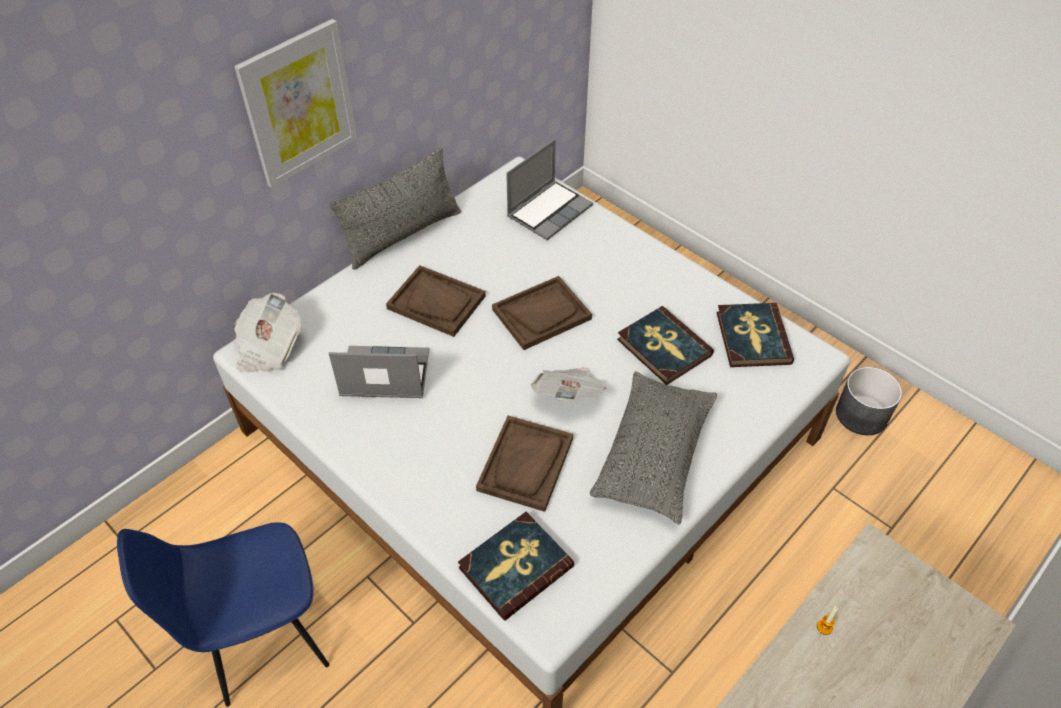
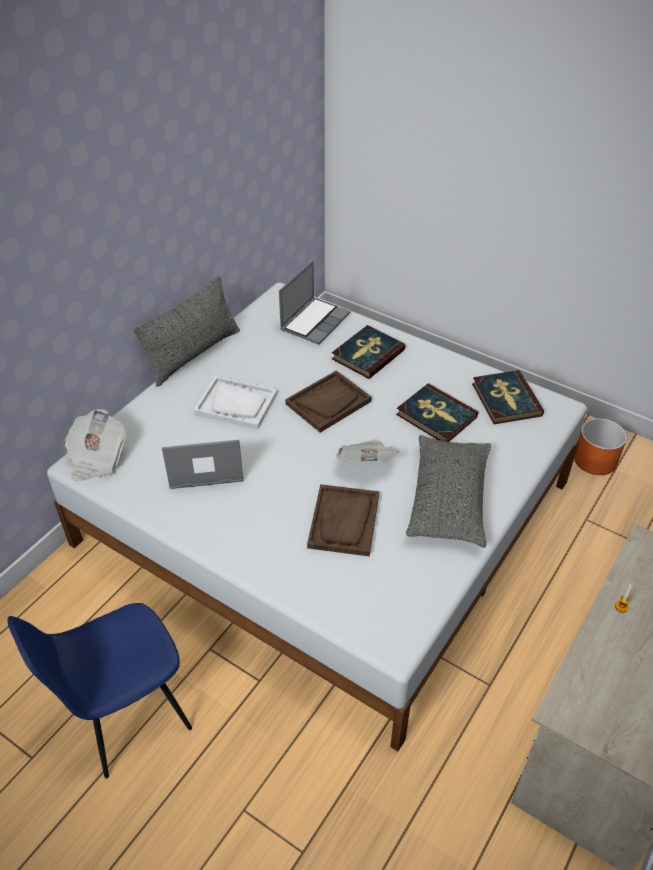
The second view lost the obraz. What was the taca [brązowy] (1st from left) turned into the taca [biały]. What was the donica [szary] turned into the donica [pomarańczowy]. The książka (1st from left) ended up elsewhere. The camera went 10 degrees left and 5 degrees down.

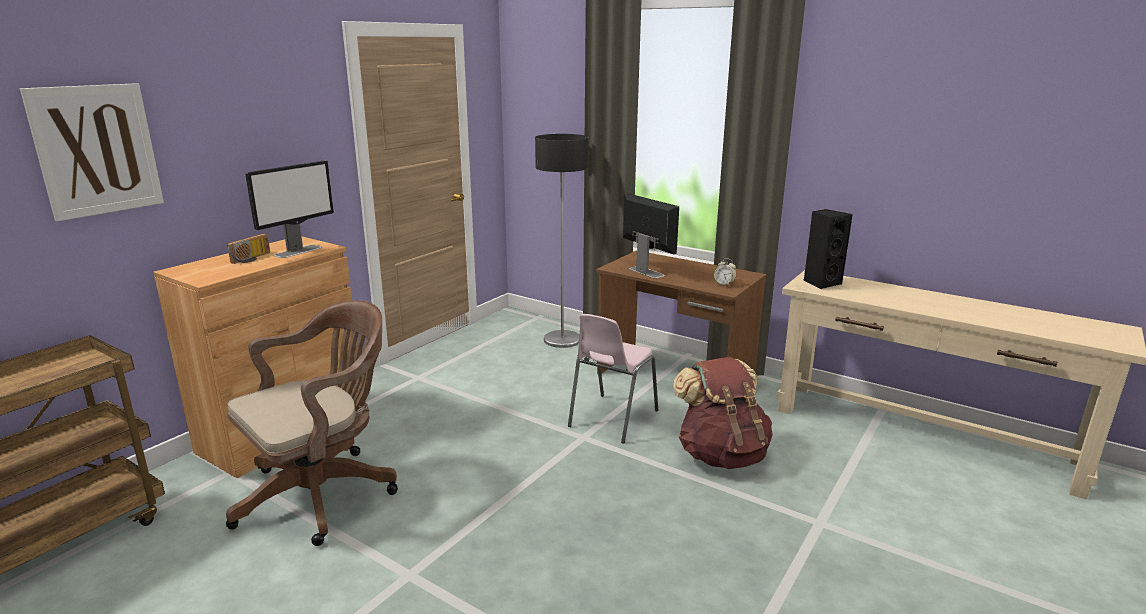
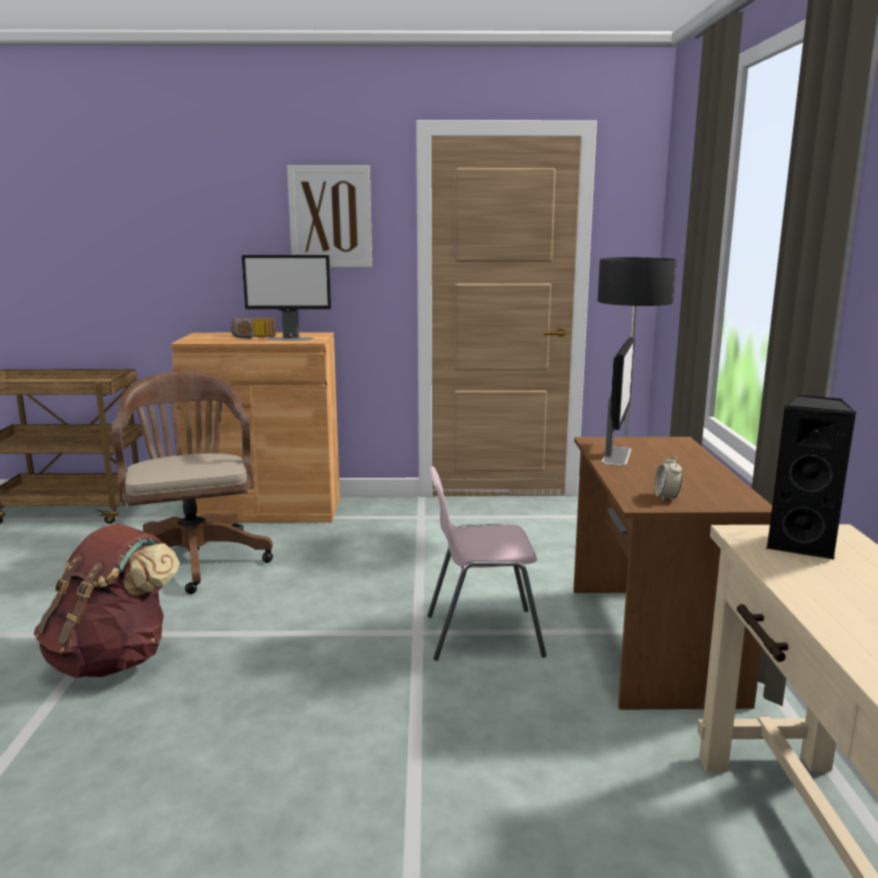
The obraz ended up elsewhere. The krzesło biurowe [brązowy] ended up facing another way, 120 degrees counterclockwise from before. The plecak [brązowy] ended up elsewhere. The camera went 55 degrees right and 5 degrees down.

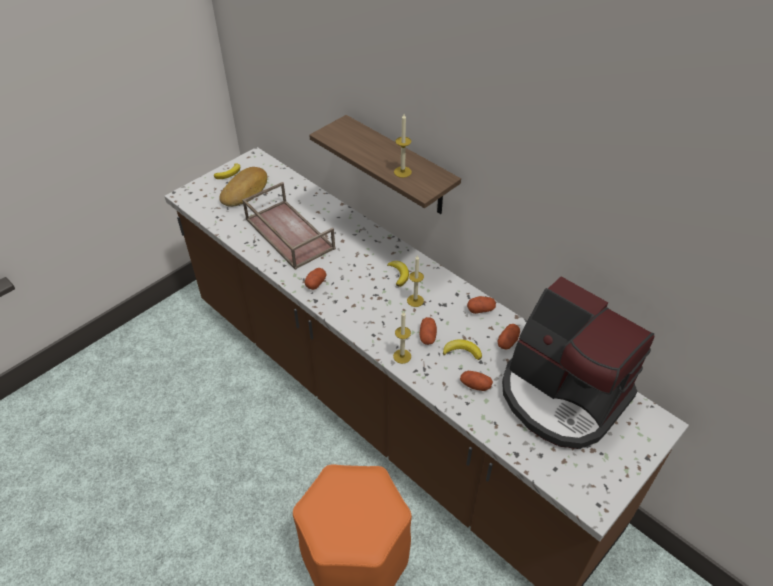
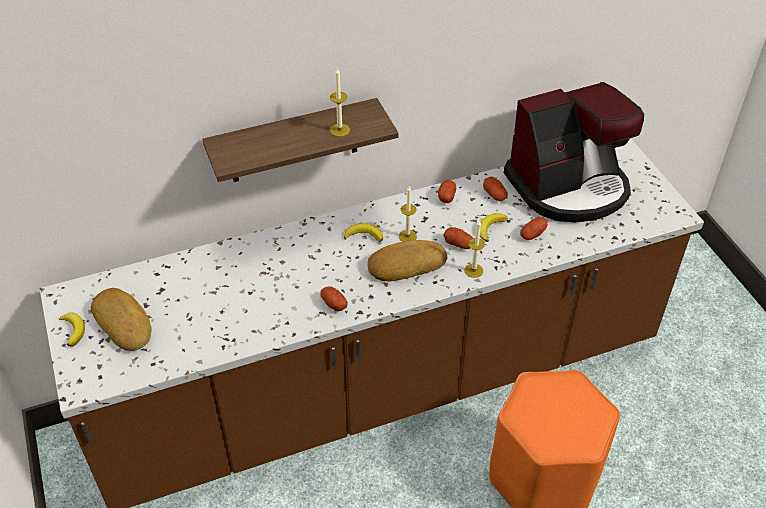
The second view lost the taca [brązowy]. The second view gained the chleb (2nd from left). The camera went 65 degrees left and 0 degrees up.

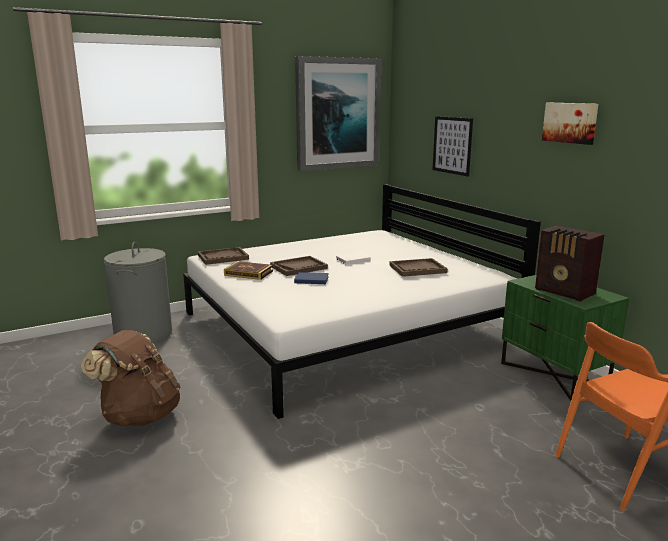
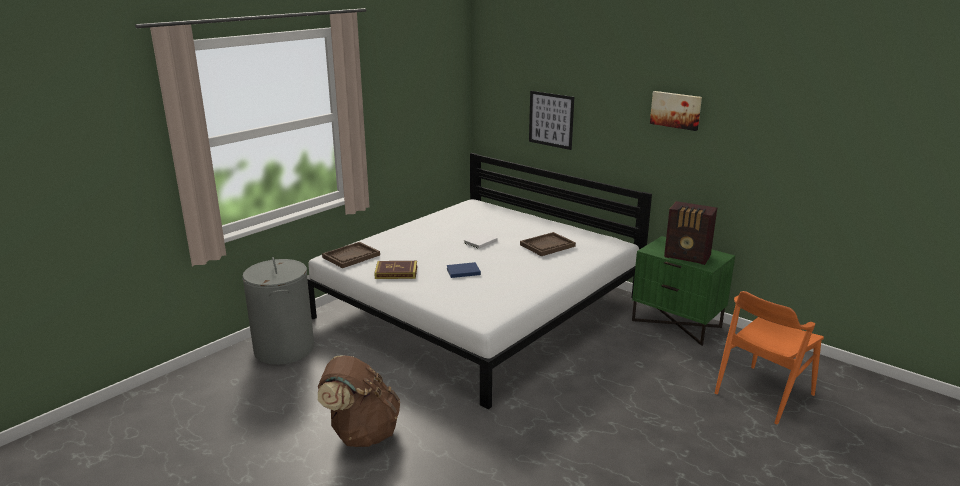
The second view lost the obraz (1st from left). The second view lost the taca [brązowy] (2nd from left). The camera went 20 degrees left and 5 degrees up.

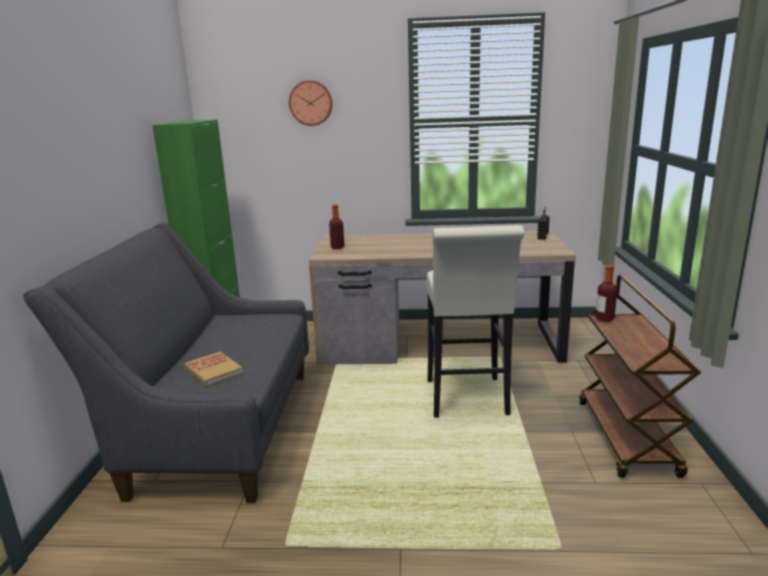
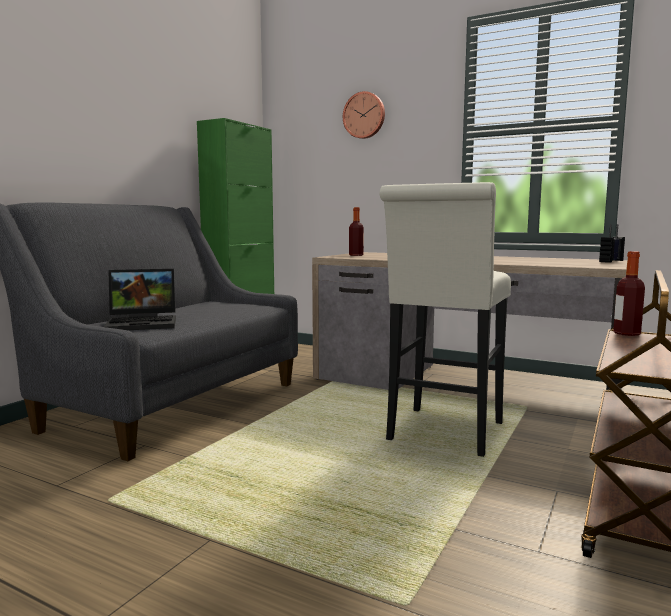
Where the książka stood, the laptop came to stand. The camera went 25 degrees right and 10 degrees down.

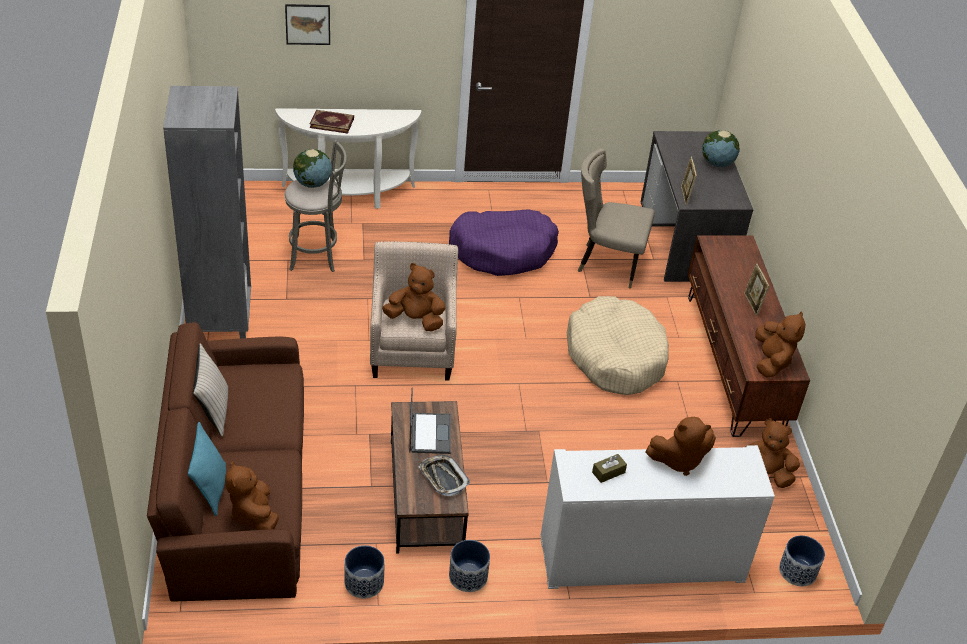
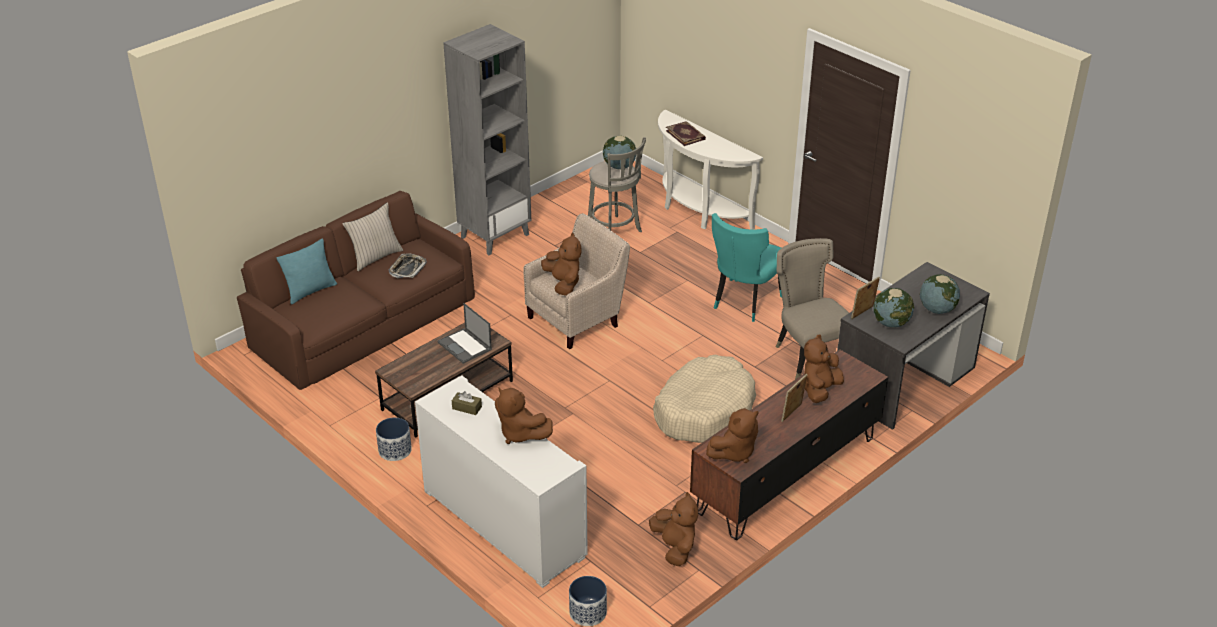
The second view lost the obraz. Where the legowisko [fioletowy] stood, the krzesło [turkusowy] came to stand. The laptop ended up facing another way, 90 degrees clockwise from before. The taca ended up elsewhere. The pluszak [brązowy] (1st from left in the first image) ended up elsewhere. The second view lost the donica (1st from left). The second view gained the globus (2nd from left). The camera went 55 degrees right and 5 degrees down.

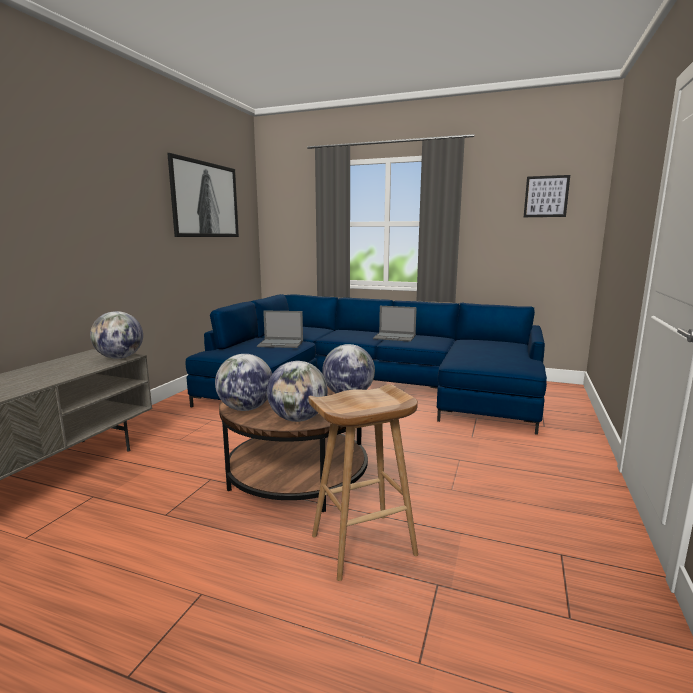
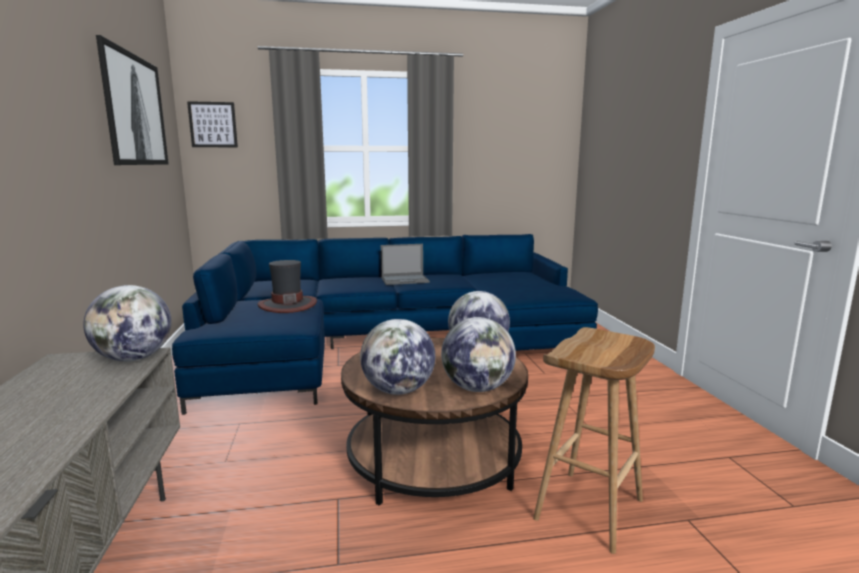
The obraz (2nd from left) ended up elsewhere. Where the laptop (1st from left) stood, the kapelusz came to stand. The camera went 30 degrees left and 0 degrees up.

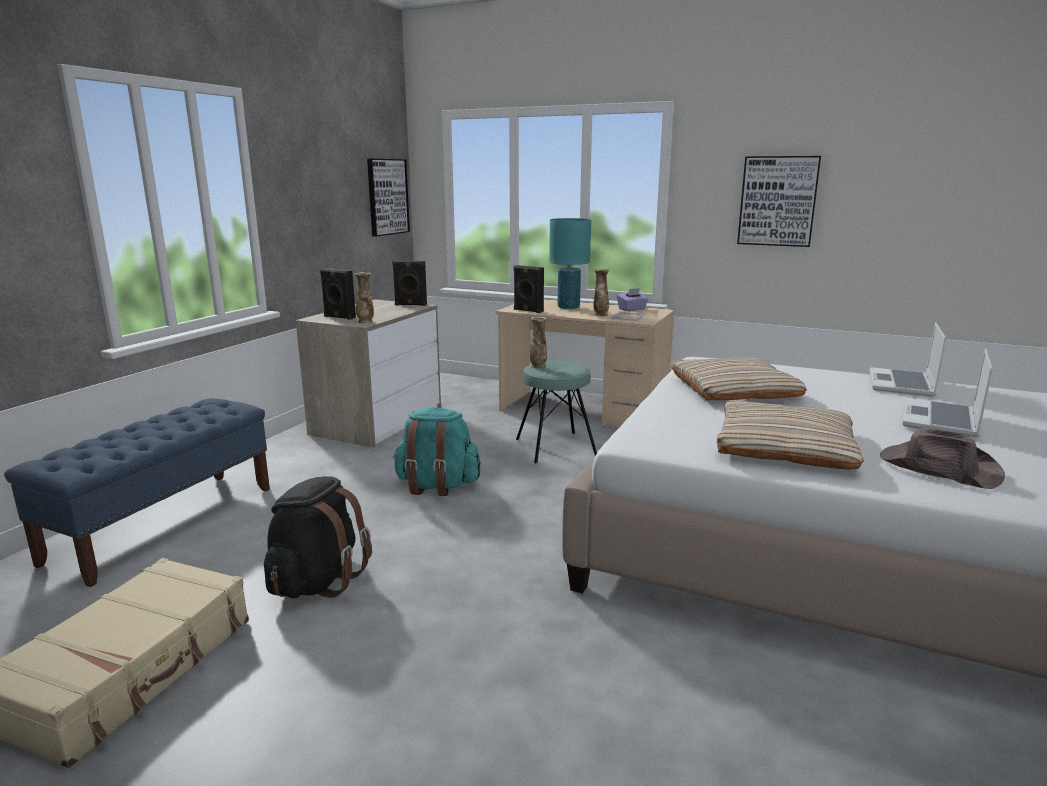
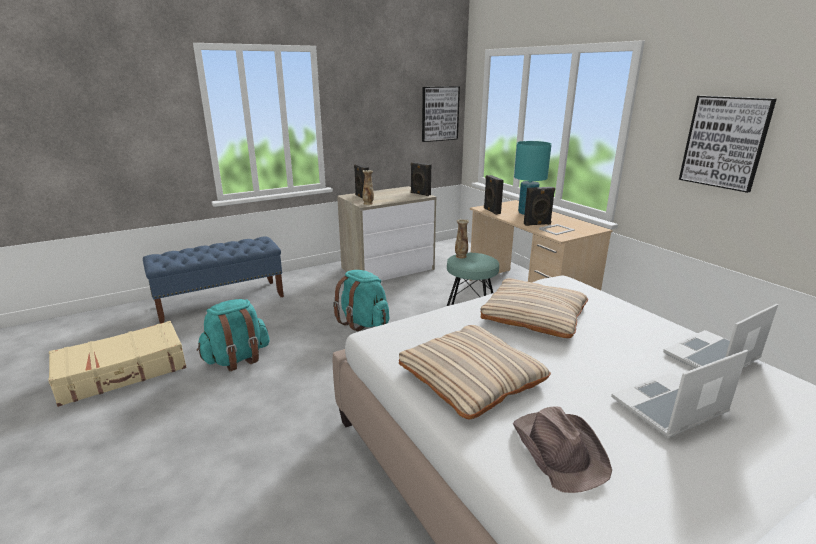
Where the wazon (3rd from left) stood, the głośnik [czarny] (4th from left) came to stand. The second view lost the pudełko chusteczek [fioletowy]. What was the plecak [czarny] turned into the plecak [turkusowy] (1st from left). The camera went 35 degrees right and 5 degrees up.

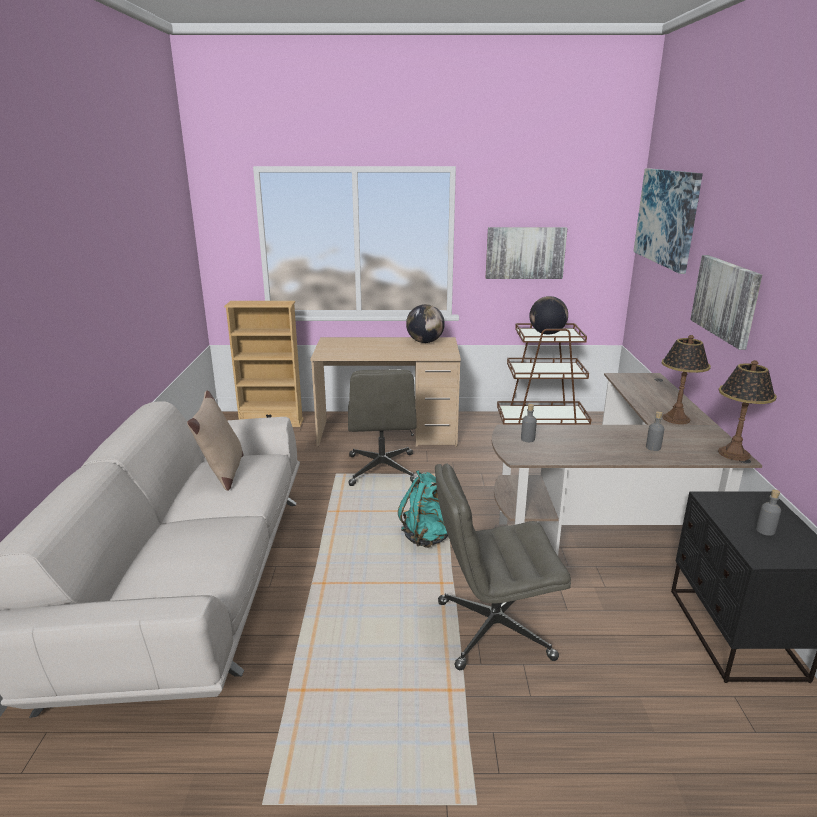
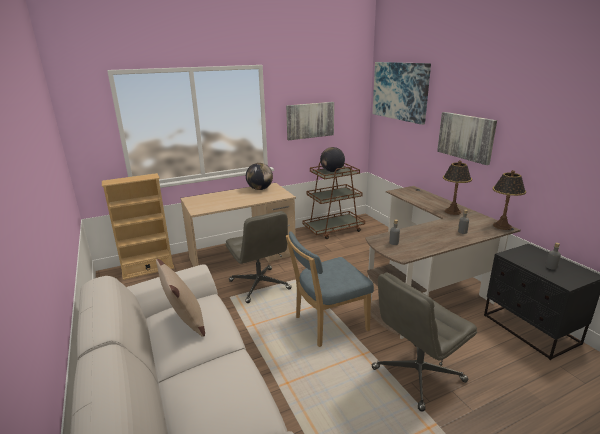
Where the plecak [turkusowy] stood, the krzesło [niebieski] came to stand. The camera went 25 degrees left and 0 degrees up.

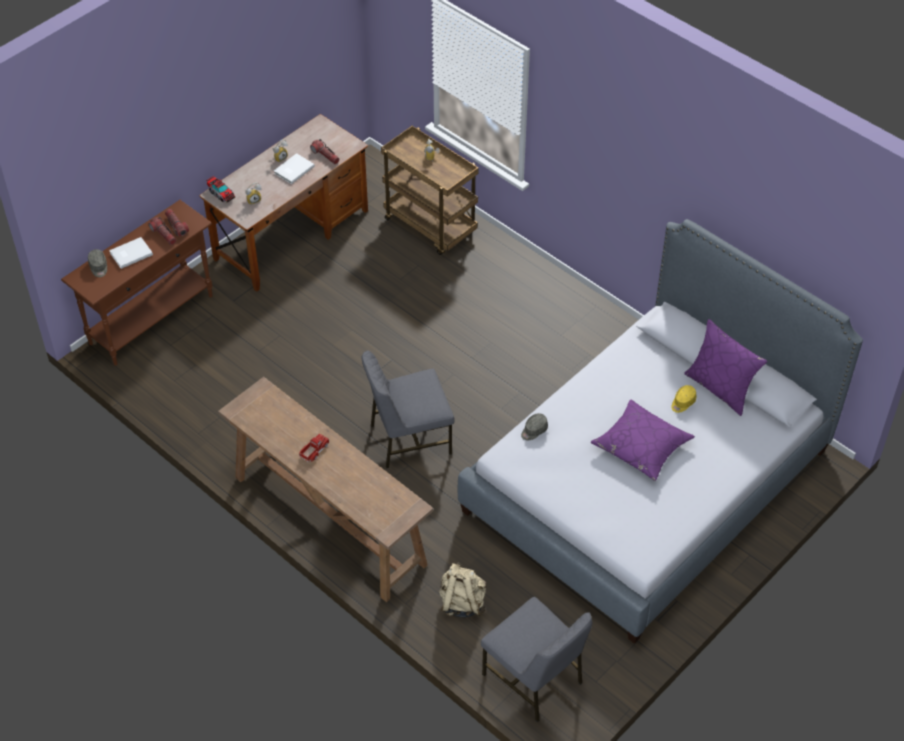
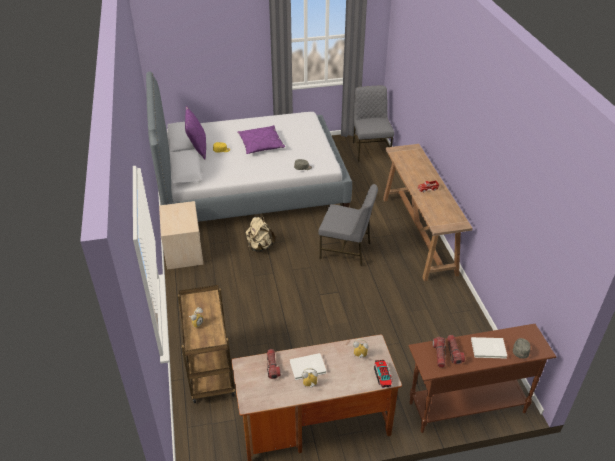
The plecak [beżowy] ended up elsewhere. The second view gained the szafka nocna [beżowy]. The camera went 145 degrees left and 10 degrees down.

